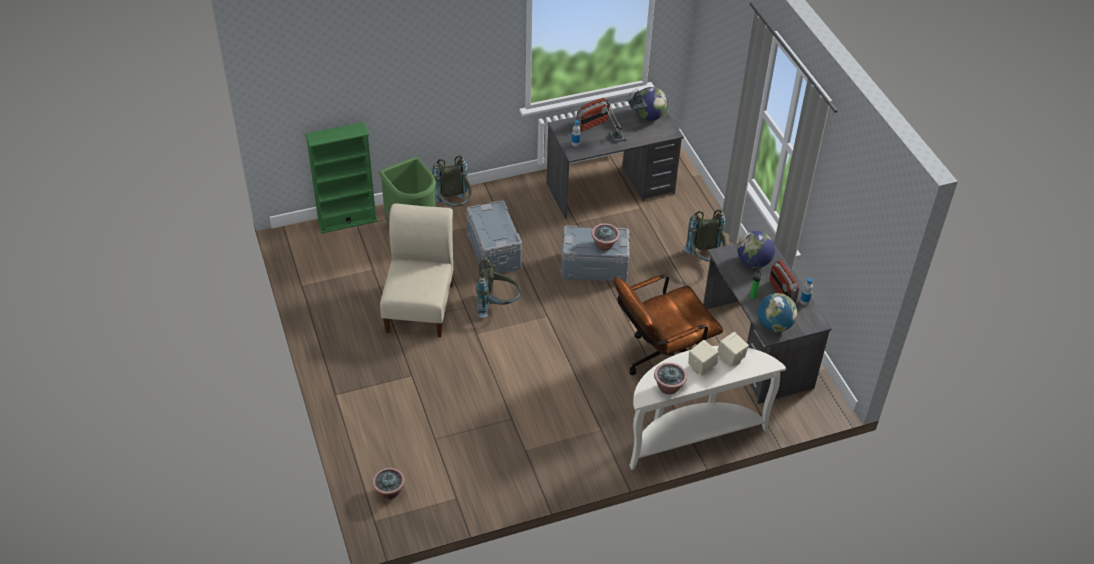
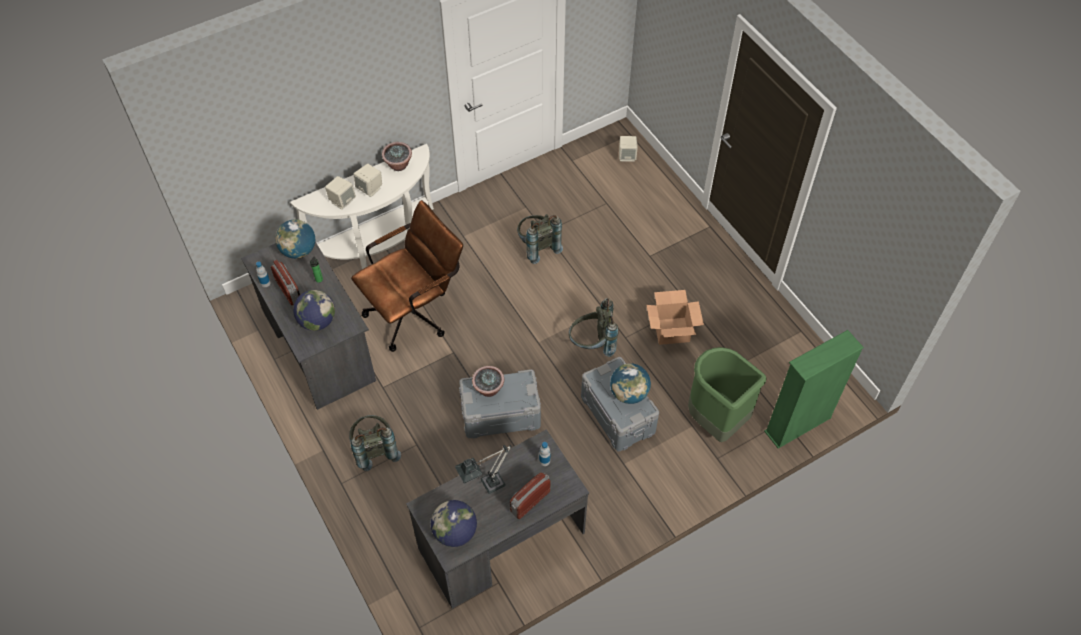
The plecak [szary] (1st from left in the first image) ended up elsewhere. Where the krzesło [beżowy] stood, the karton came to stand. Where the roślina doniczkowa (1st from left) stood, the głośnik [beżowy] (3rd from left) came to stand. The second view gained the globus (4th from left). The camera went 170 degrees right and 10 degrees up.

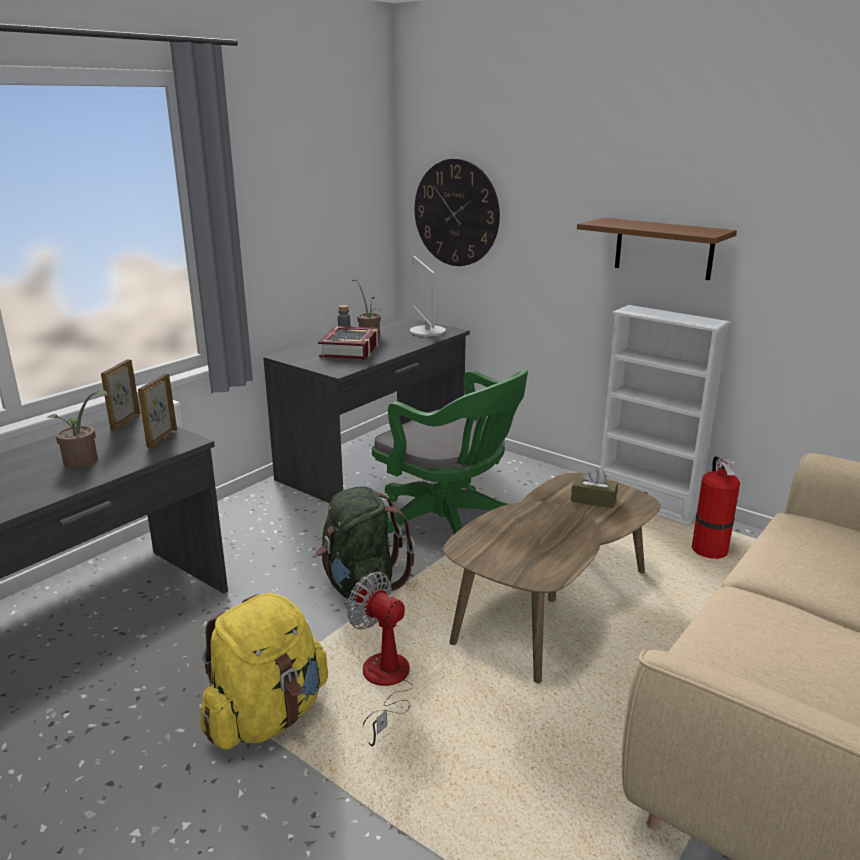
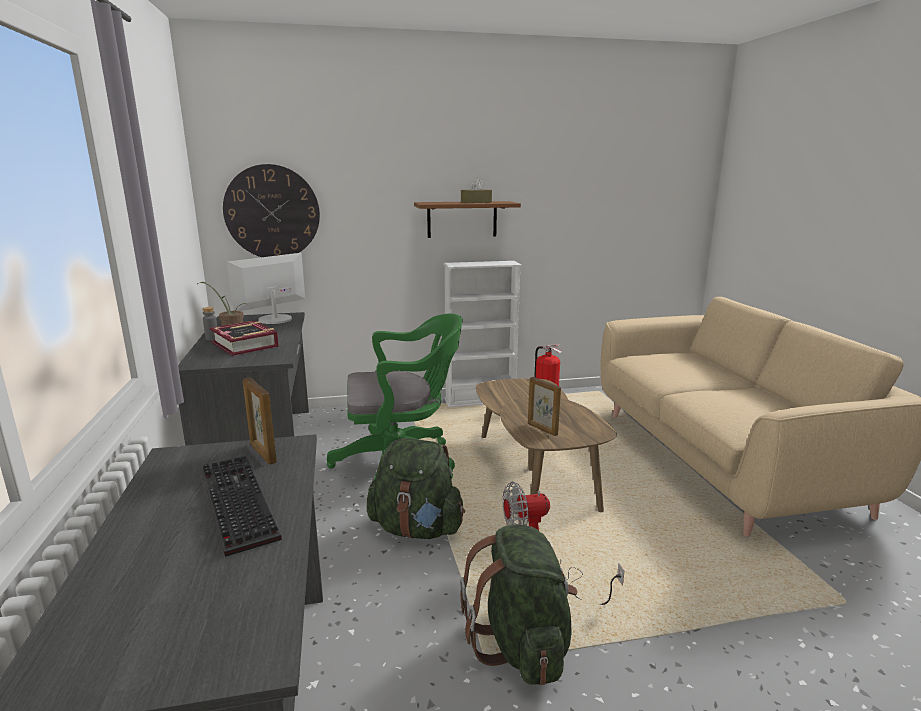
The monitor ended up facing another way, 105 degrees clockwise from before. The ramka na zdjęcie (1st from left in the first image) ended up elsewhere. Where the roślina doniczkowa (1st from left) stood, the klawiatura came to stand. The pudełko chusteczek [brązowy] ended up elsewhere. What was the plecak [żółty] turned into the plecak [zielony] (2nd from left). The camera went 50 degrees left and 5 degrees down.

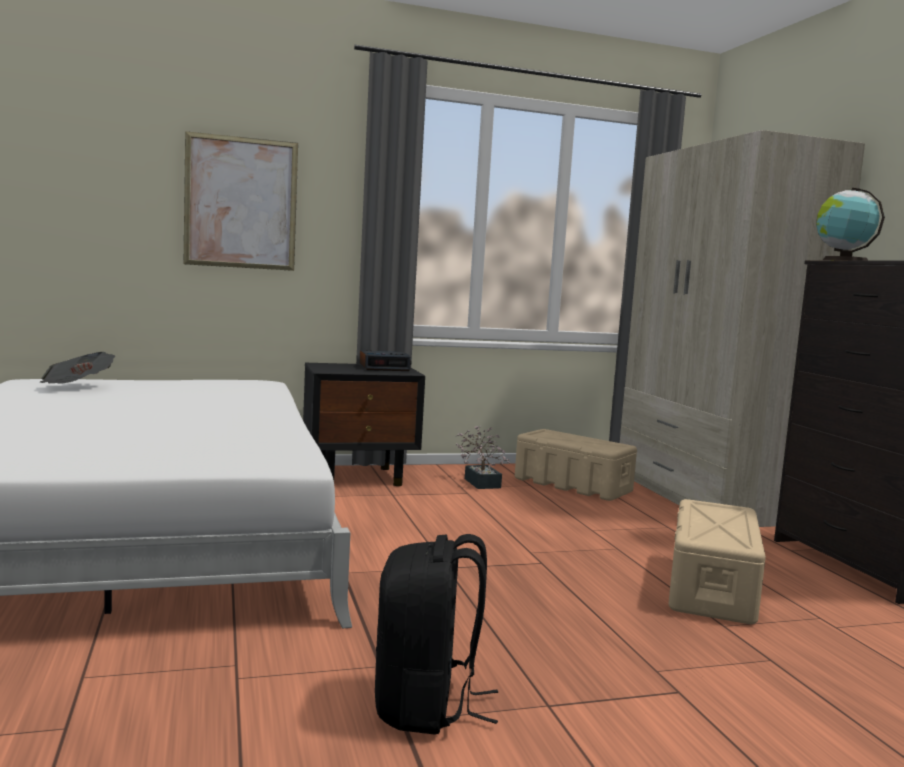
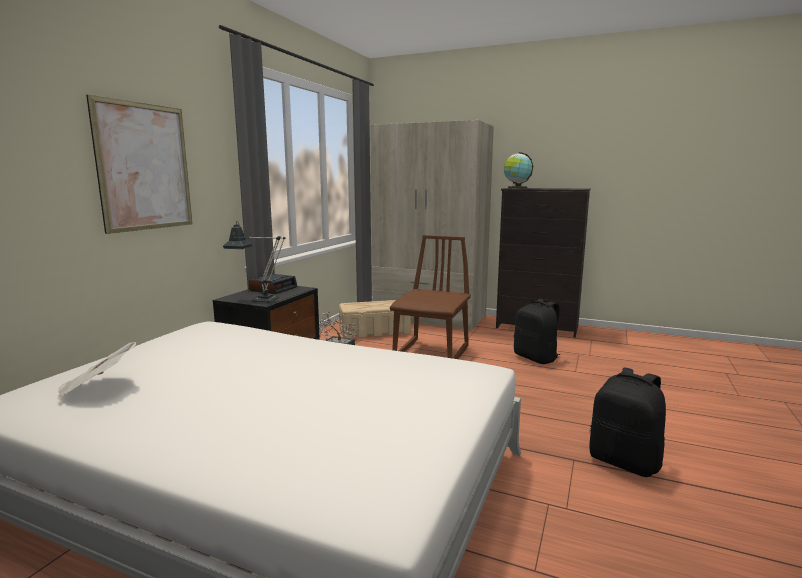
Where the pojemnik do przechowywania [beżowy] (2nd from left) stood, the plecak [czarny] (1st from left) came to stand. The second view gained the lampa stołowa. The second view gained the krzesło [brązowy]. The camera went 50 degrees left and 5 degrees up.

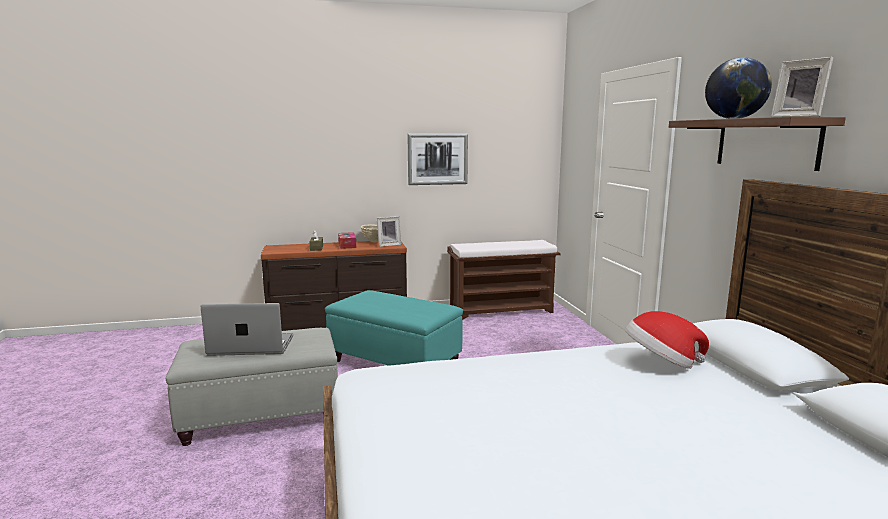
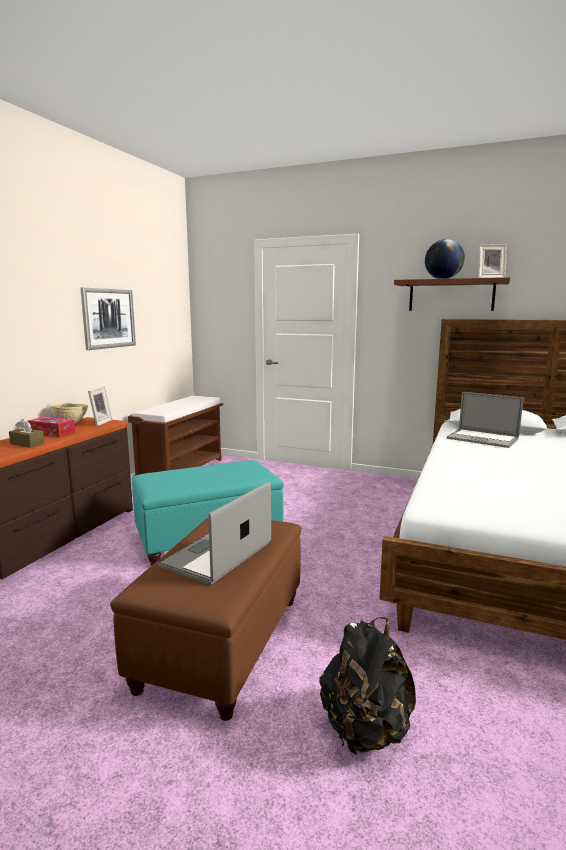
Where the kapelusz stood, the laptop (2nd from left) came to stand. What was the pufa [szary] turned into the pufa [brązowy]. The second view gained the plecak [czarny]. The camera went 55 degrees left and 0 degrees up.

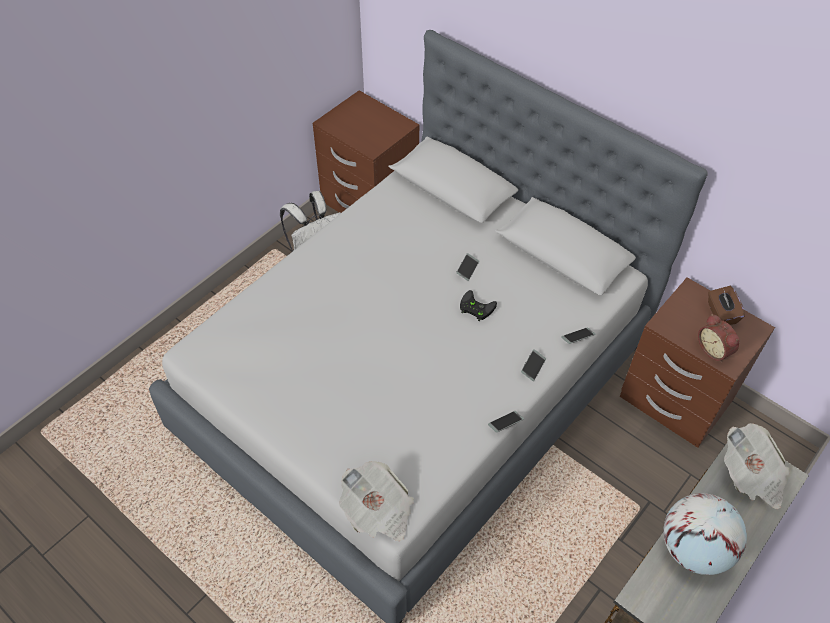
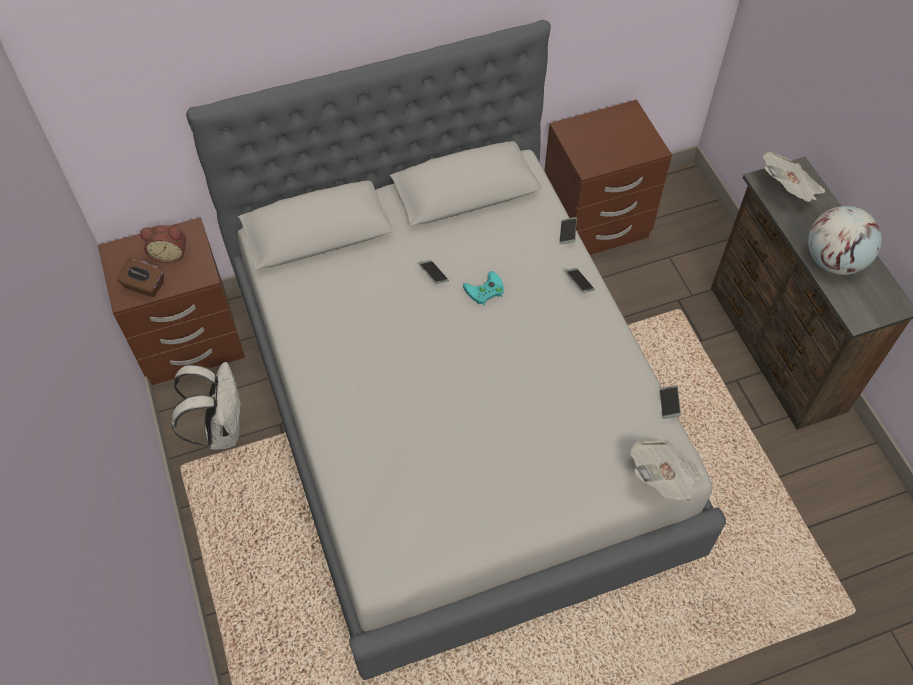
The pudełko chusteczek [brązowy] ended up elsewhere. What was the pad do gier [czarny] turned into the pad do gier [turkusowy]. The budzik ended up elsewhere. The telefon (2nd from left in the first image) ended up elsewhere. The camera went 60 degrees left and 5 degrees up.

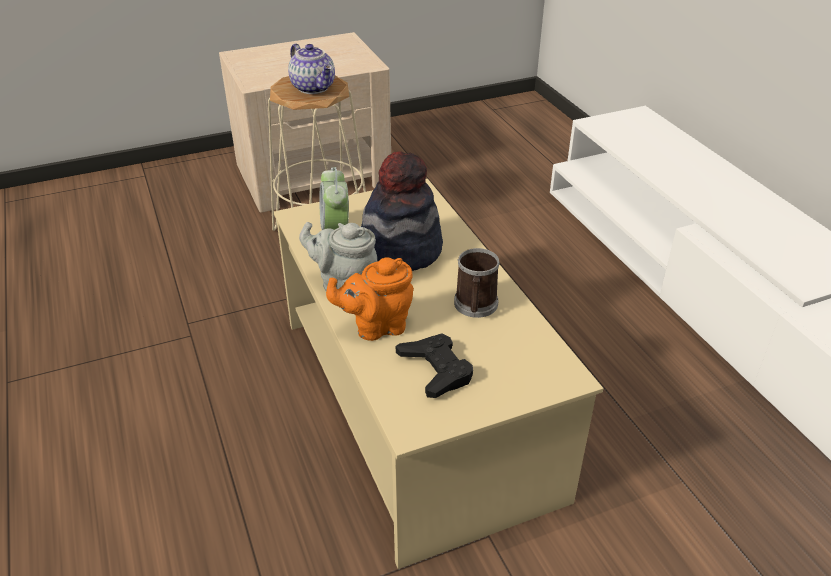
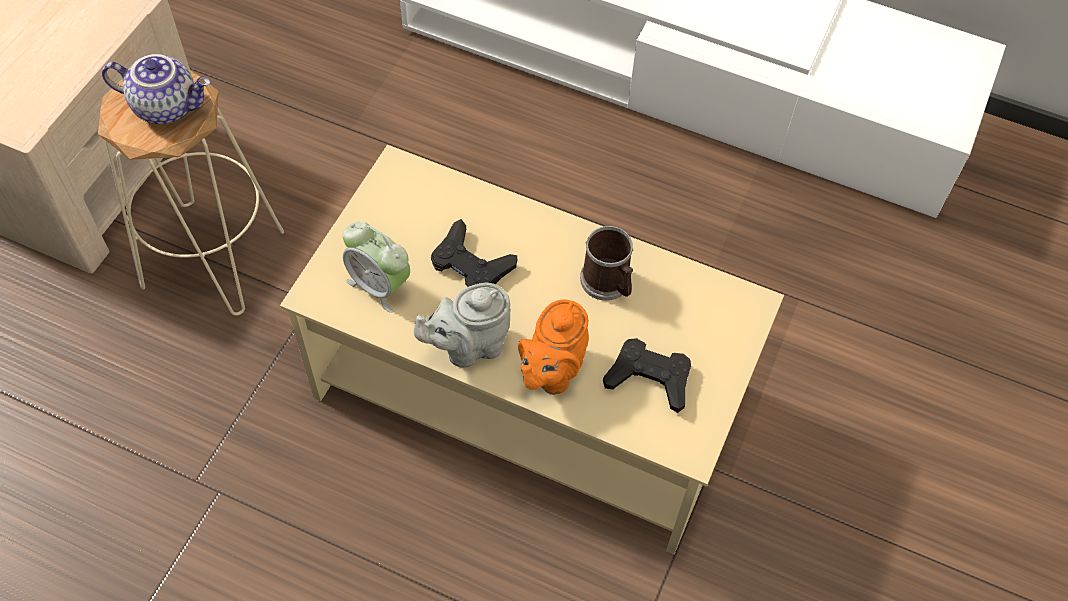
Where the kapelusz stood, the pad do gier [czarny] (1st from left) came to stand. The camera went 45 degrees left and 20 degrees up.

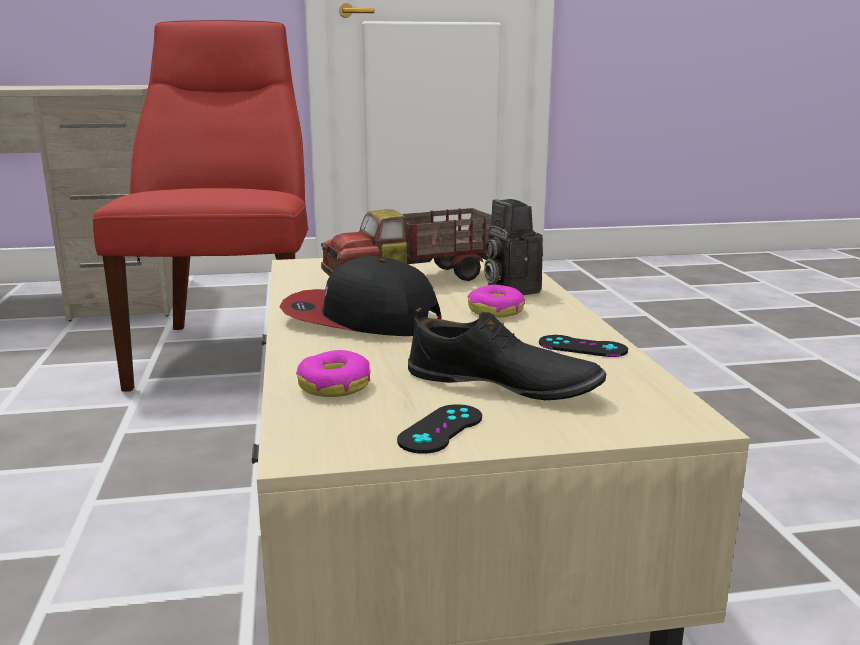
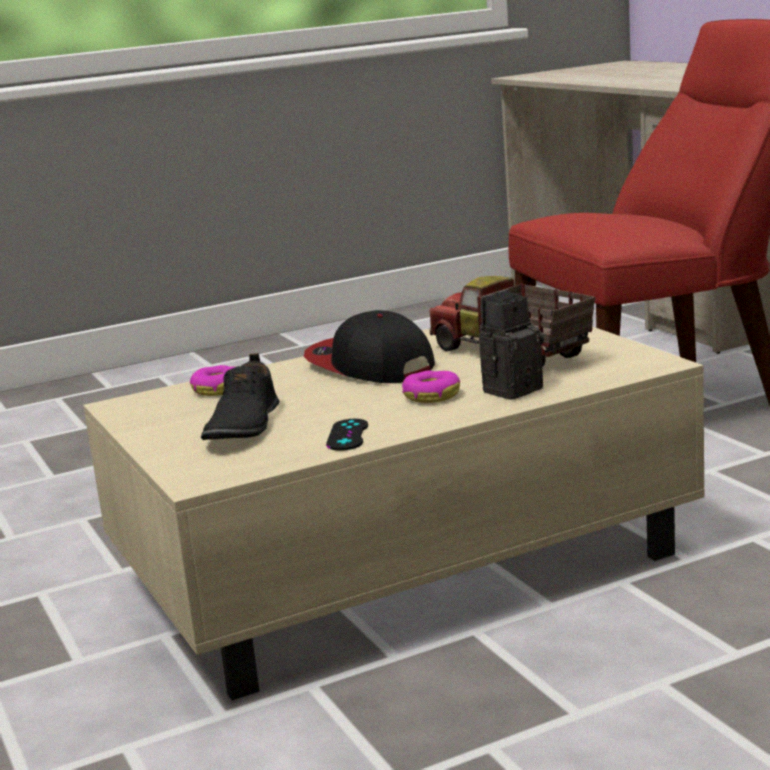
The czapka z daszkiem ended up facing another way, 45 degrees counterclockwise from before. The second view lost the pad do gier [czarny] (1st from left). The camera went 75 degrees right and 0 degrees up.

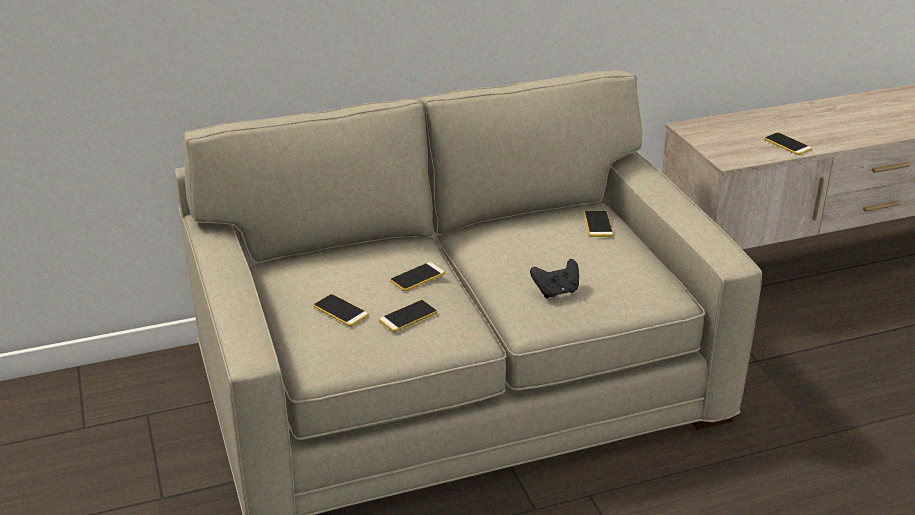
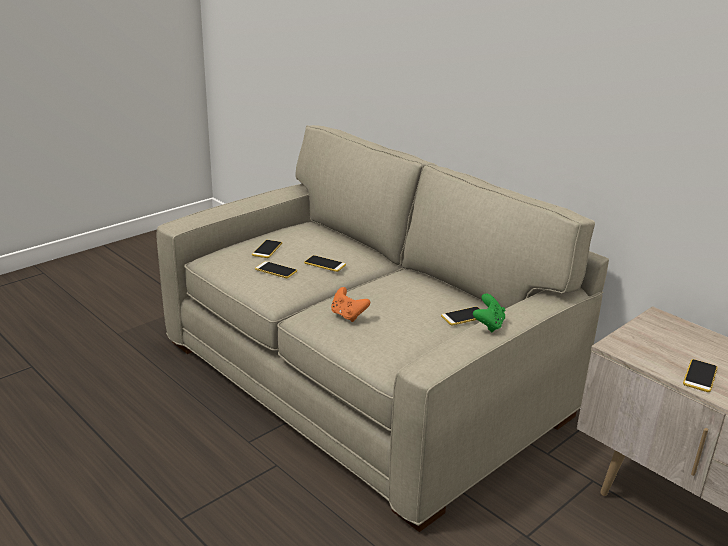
What was the pad do gier [czarny] turned into the pad do gier [pomarańczowy]. The second view gained the pad do gier [zielony]. The camera went 65 degrees right and 5 degrees down.

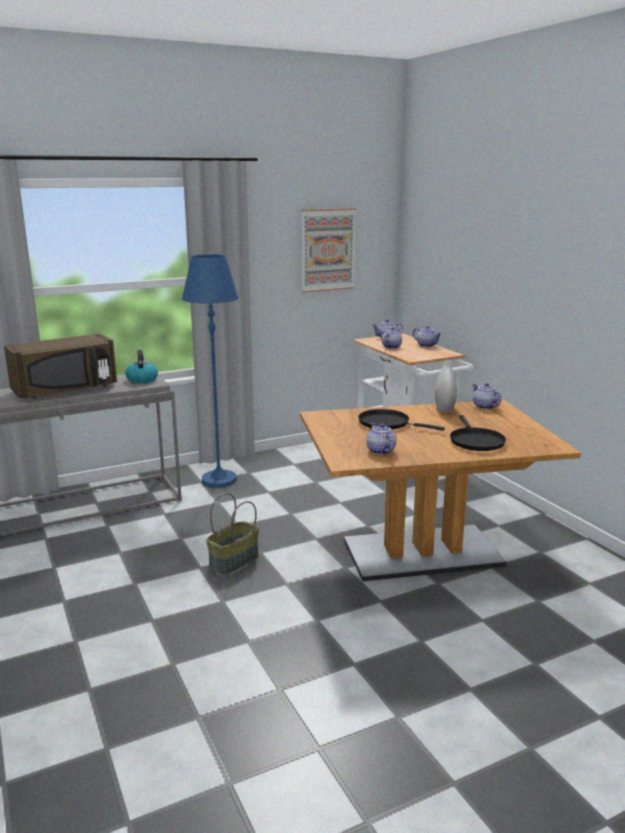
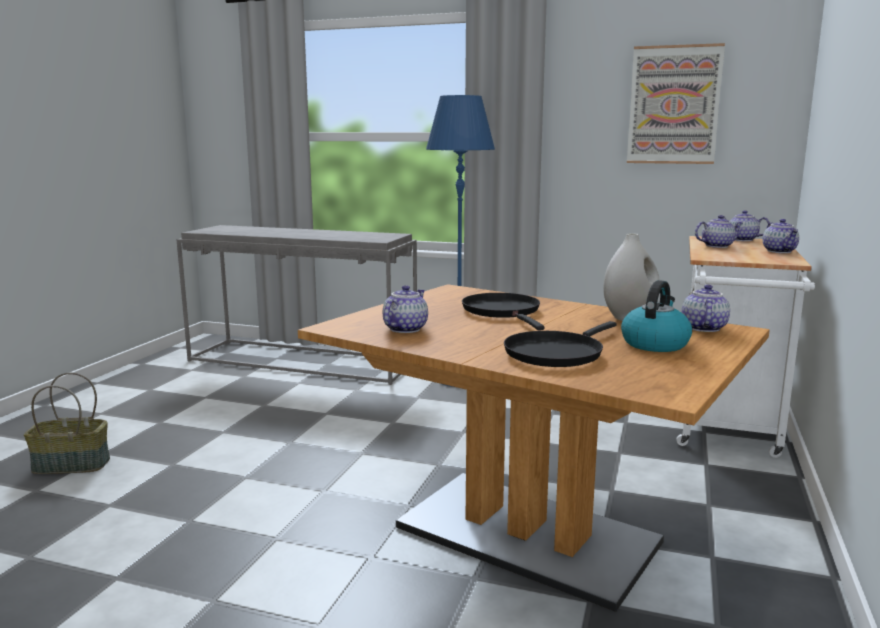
The second view lost the mikrofalówka [brązowy]. The czajnik ended up elsewhere. The koszyk ended up elsewhere. The camera went 45 degrees right and 5 degrees down.

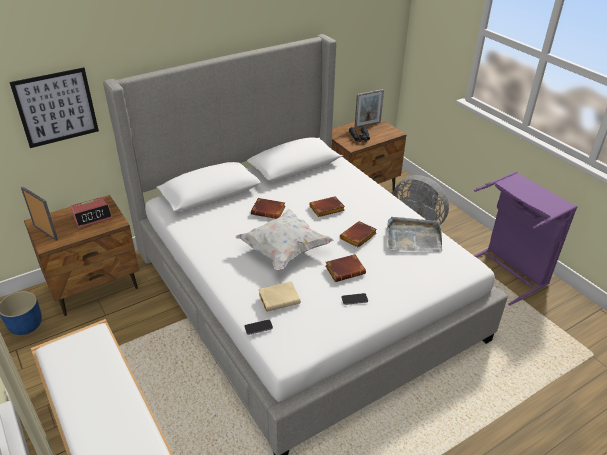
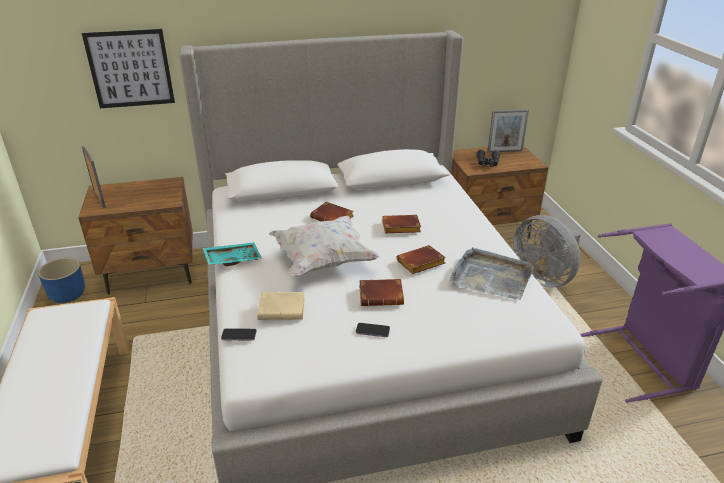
The second view lost the budzik. The second view gained the taca [turkusowy]. The camera went 20 degrees right and 5 degrees down.

